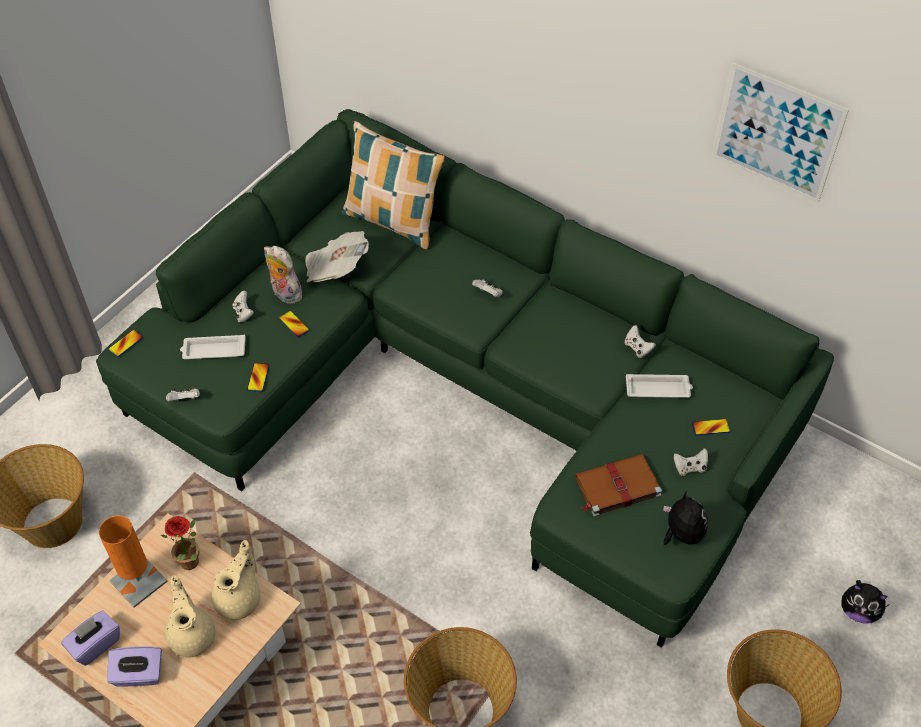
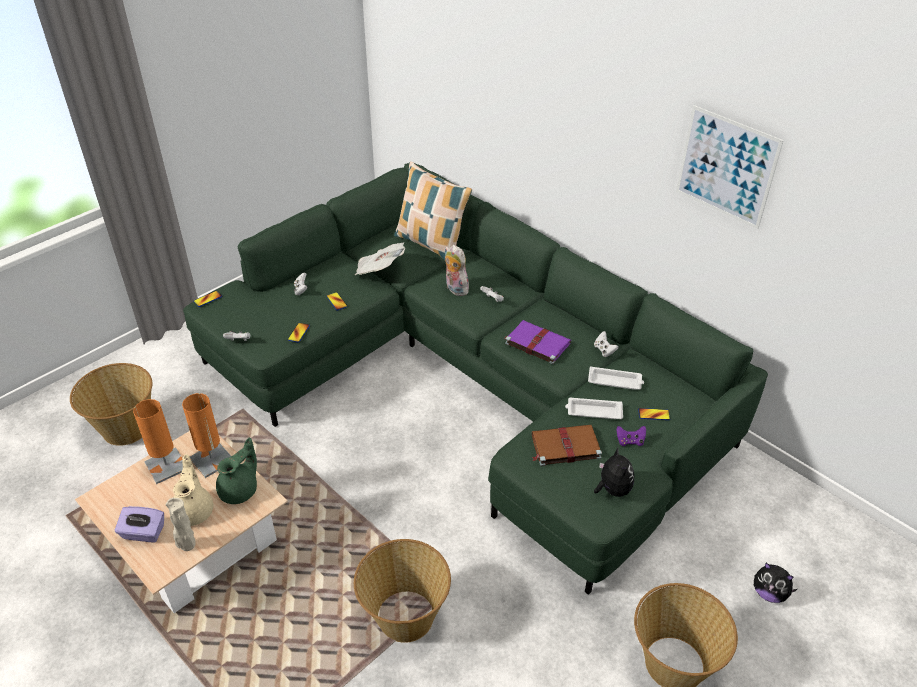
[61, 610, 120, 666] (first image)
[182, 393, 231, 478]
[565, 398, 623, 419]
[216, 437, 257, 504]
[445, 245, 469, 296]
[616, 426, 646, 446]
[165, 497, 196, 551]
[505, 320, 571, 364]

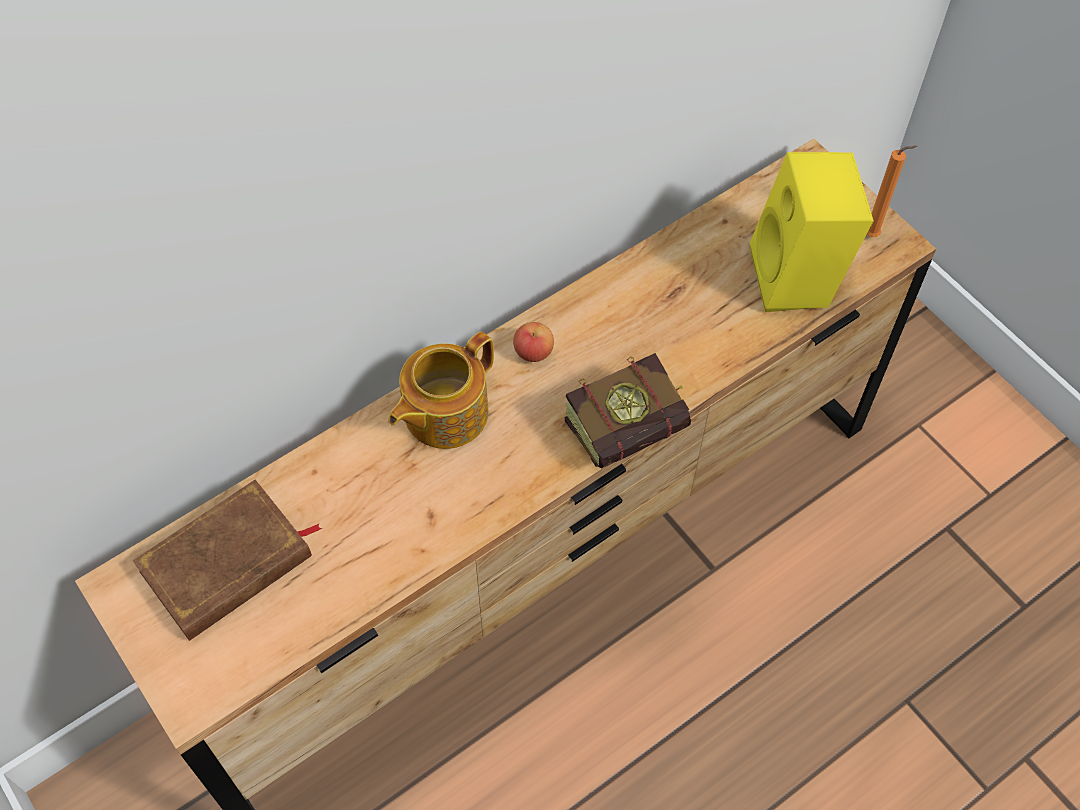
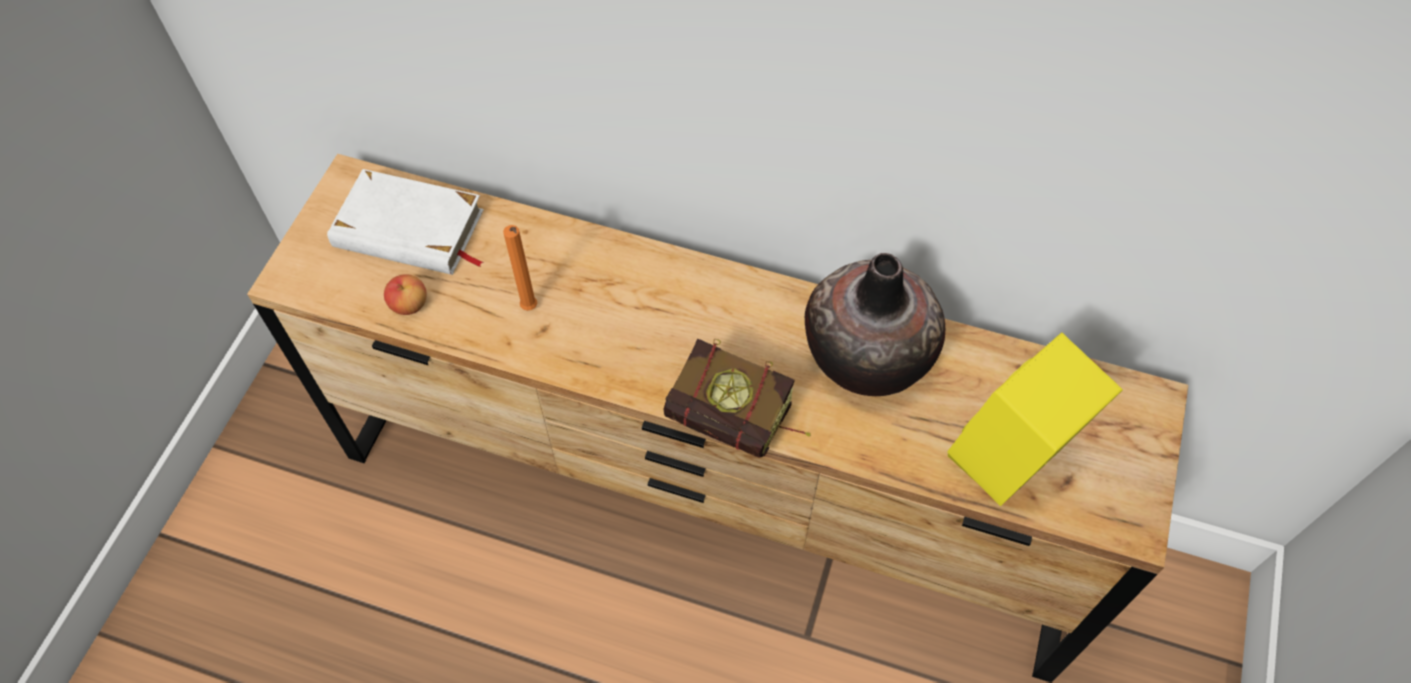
[327, 169, 484, 275]
[388, 332, 494, 449] (first image)
[384, 274, 427, 315]
[503, 225, 537, 311]
[805, 253, 945, 396]

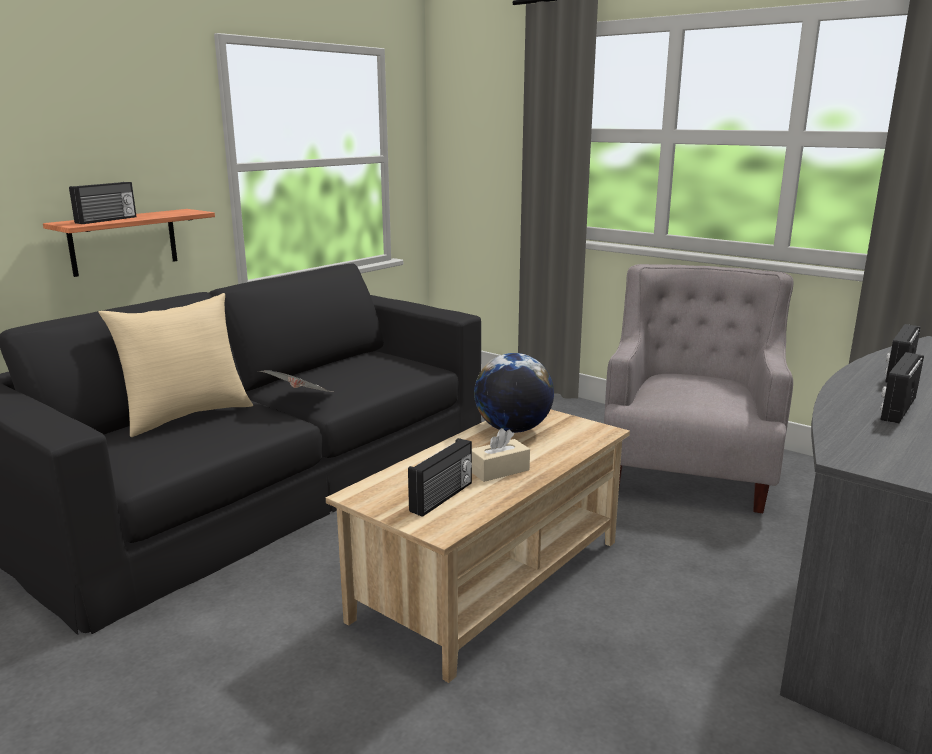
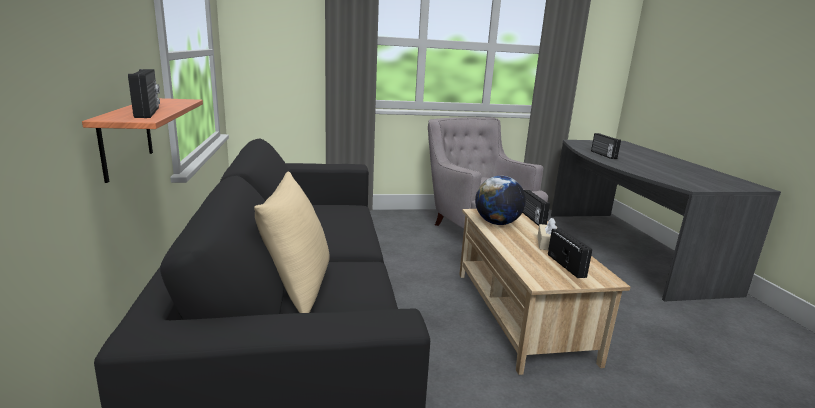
[258, 370, 331, 392] (first image)
[522, 190, 550, 226]

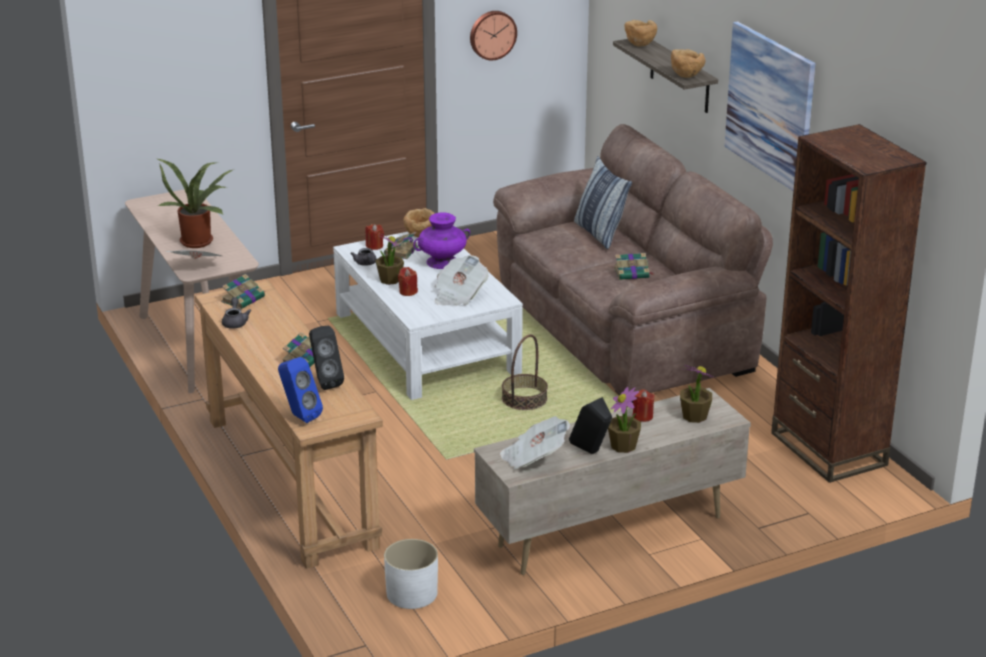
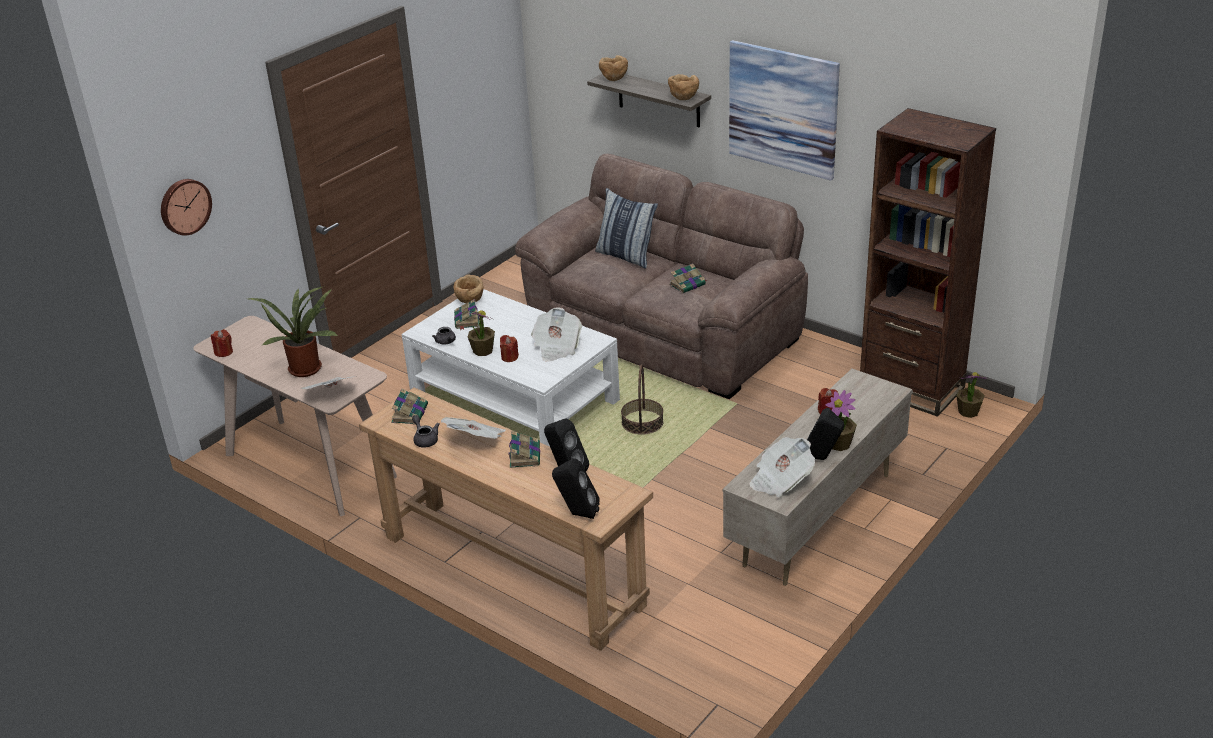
[552, 458, 600, 519]
[211, 329, 233, 357]
[384, 539, 438, 609] (first image)
[413, 212, 470, 269] (first image)
[161, 179, 212, 236]
[956, 372, 986, 418]
[441, 417, 506, 439]

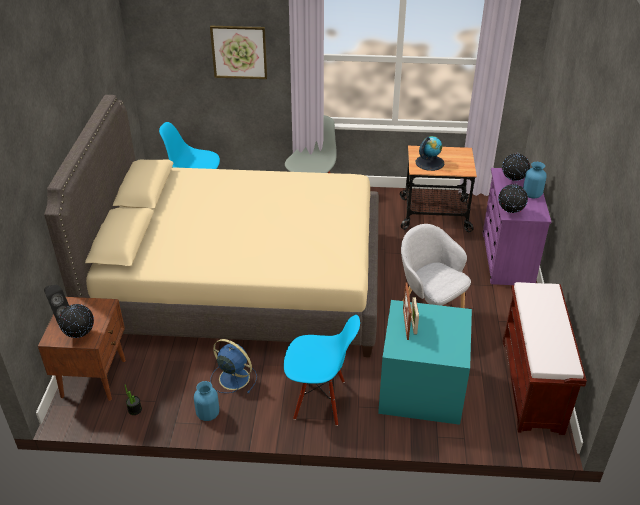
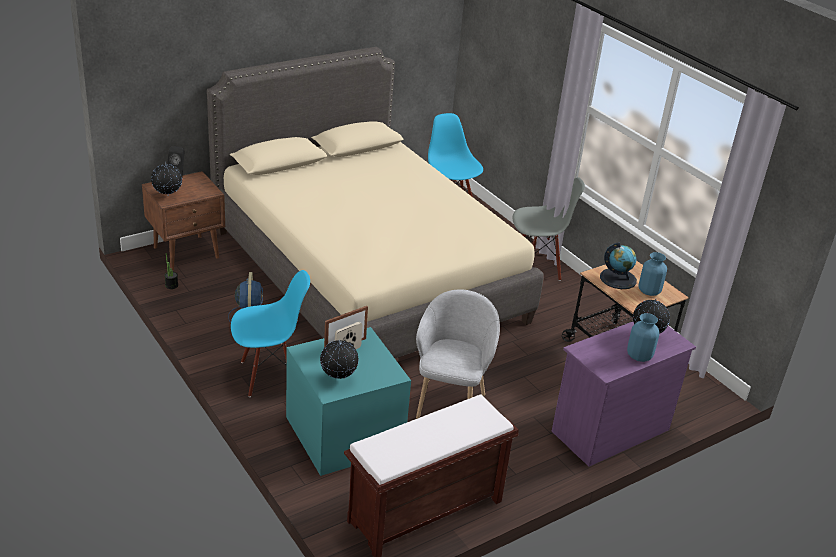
[638, 252, 667, 296]
[210, 26, 267, 79] (first image)
[231, 270, 310, 397]
[320, 340, 359, 379]

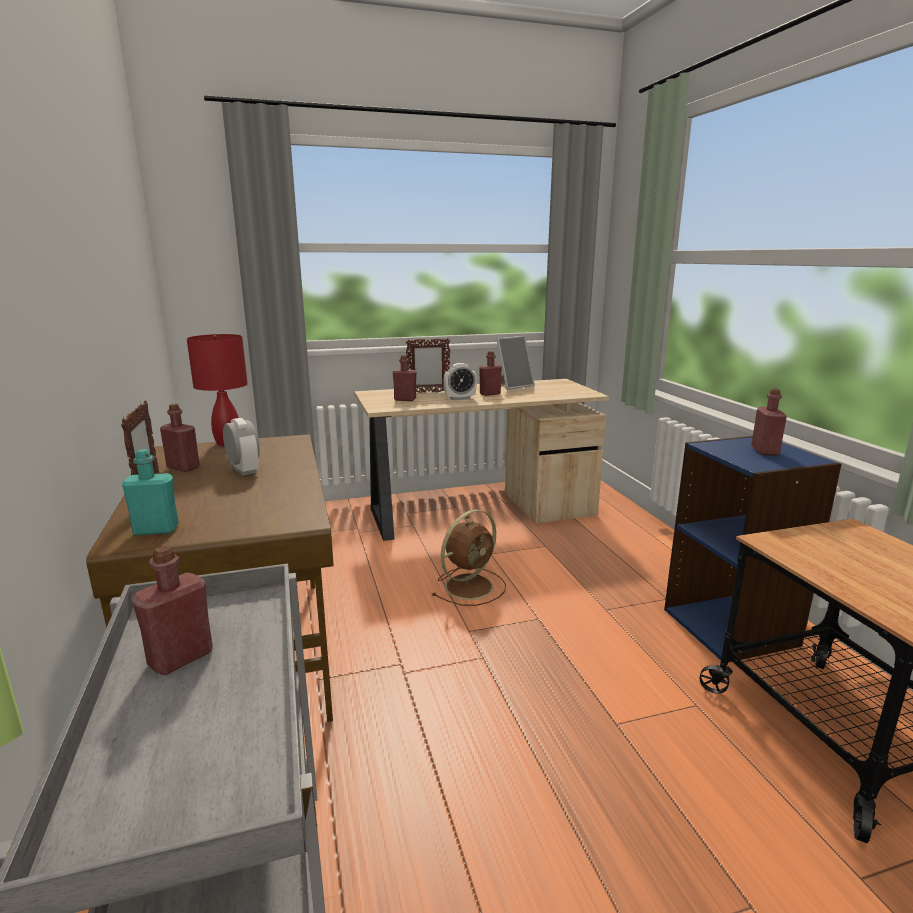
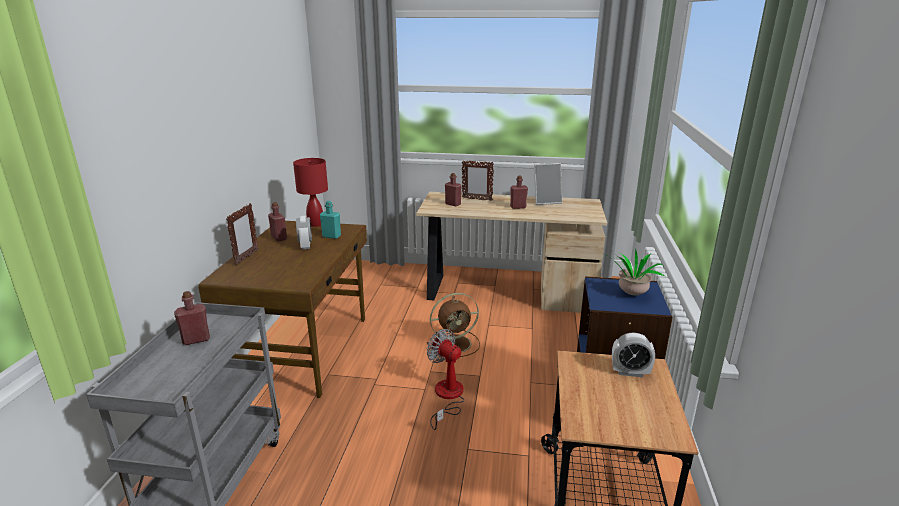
[320, 201, 341, 239]
[612, 333, 655, 377]
[605, 249, 665, 295]
[427, 329, 465, 430]

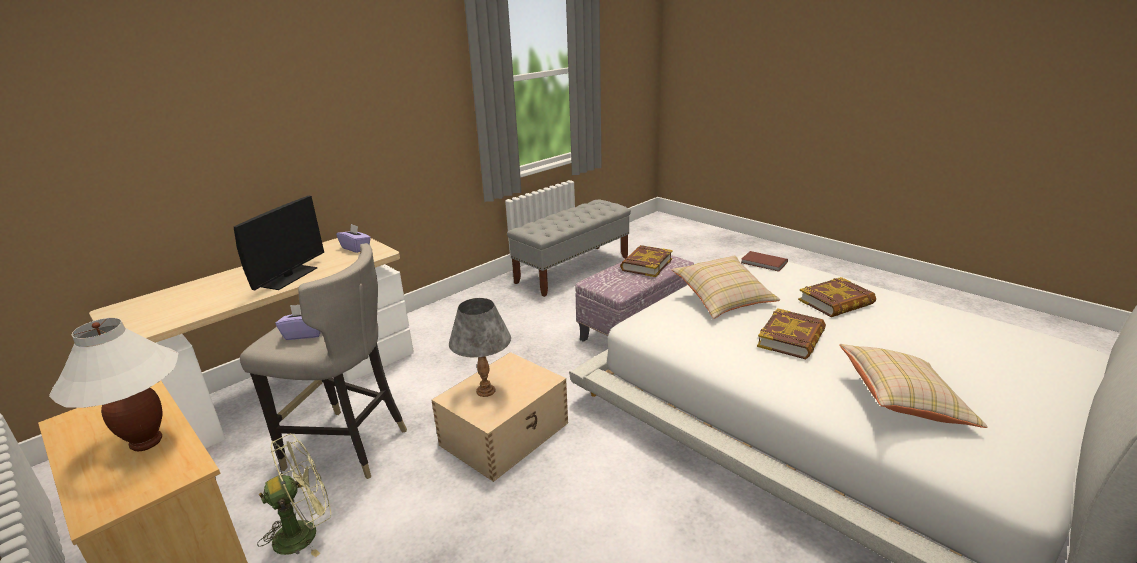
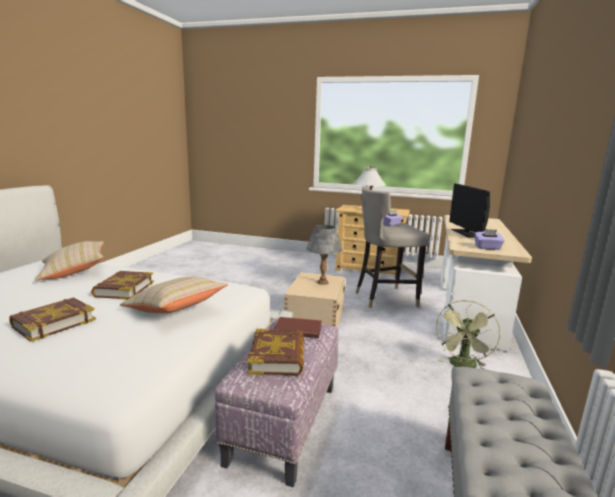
[435, 300, 501, 369]
[274, 317, 322, 338]

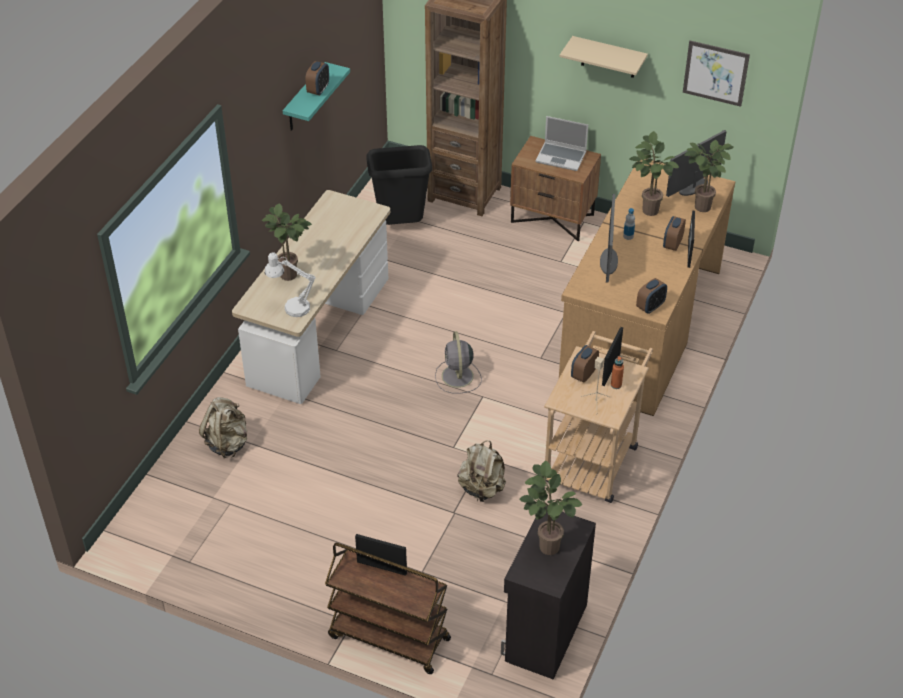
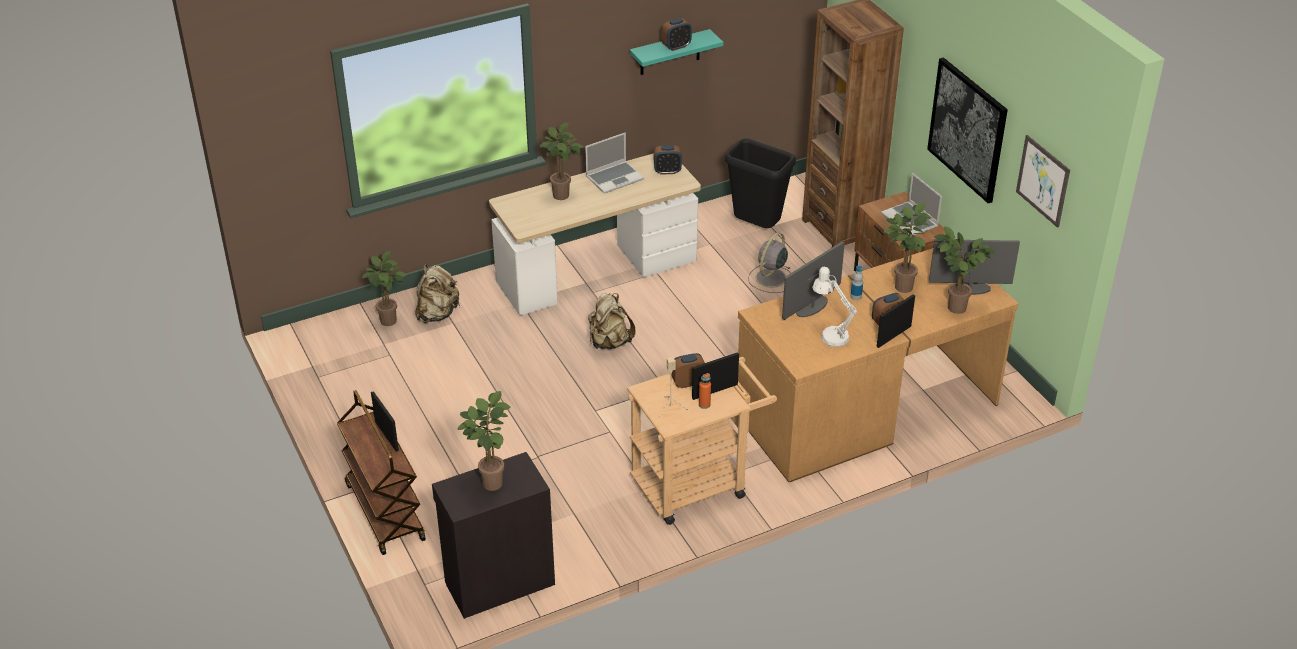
[812, 267, 857, 347]
[748, 233, 790, 293]
[588, 293, 635, 349]
[927, 57, 1008, 203]
[654, 145, 682, 175]
[362, 251, 406, 326]
[585, 133, 644, 194]

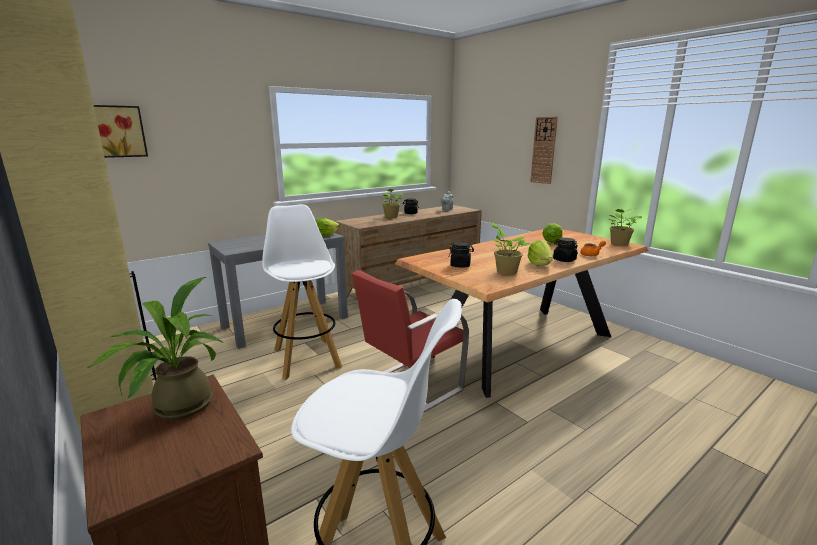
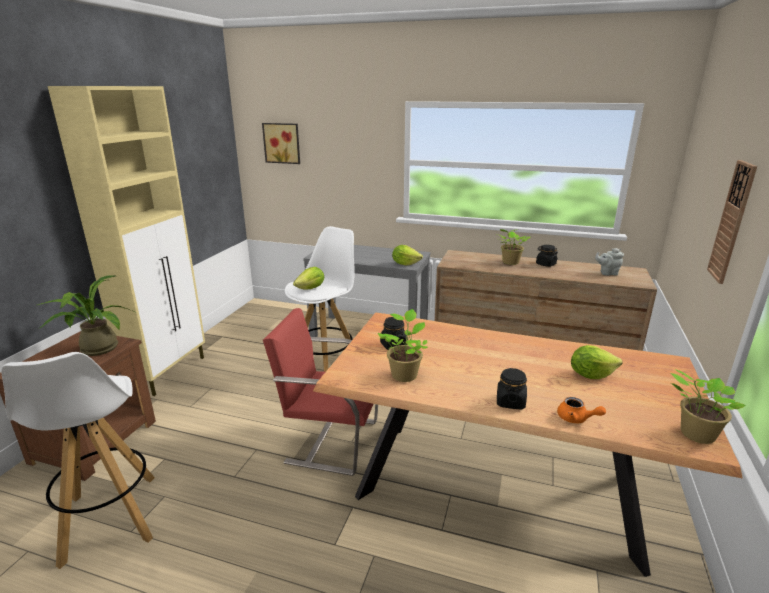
[293, 267, 324, 289]

